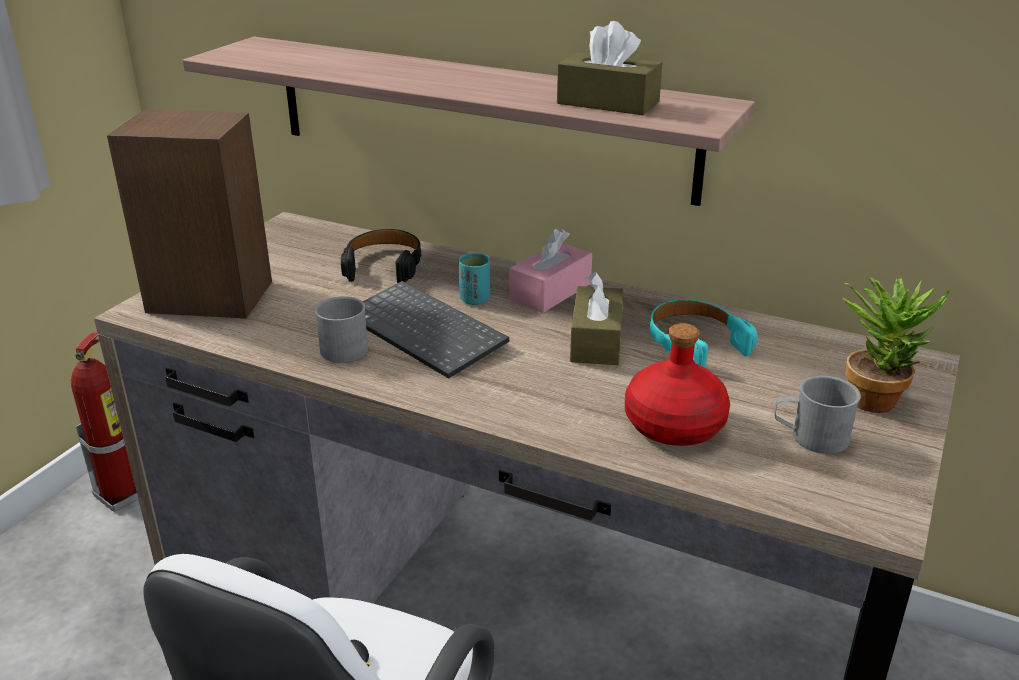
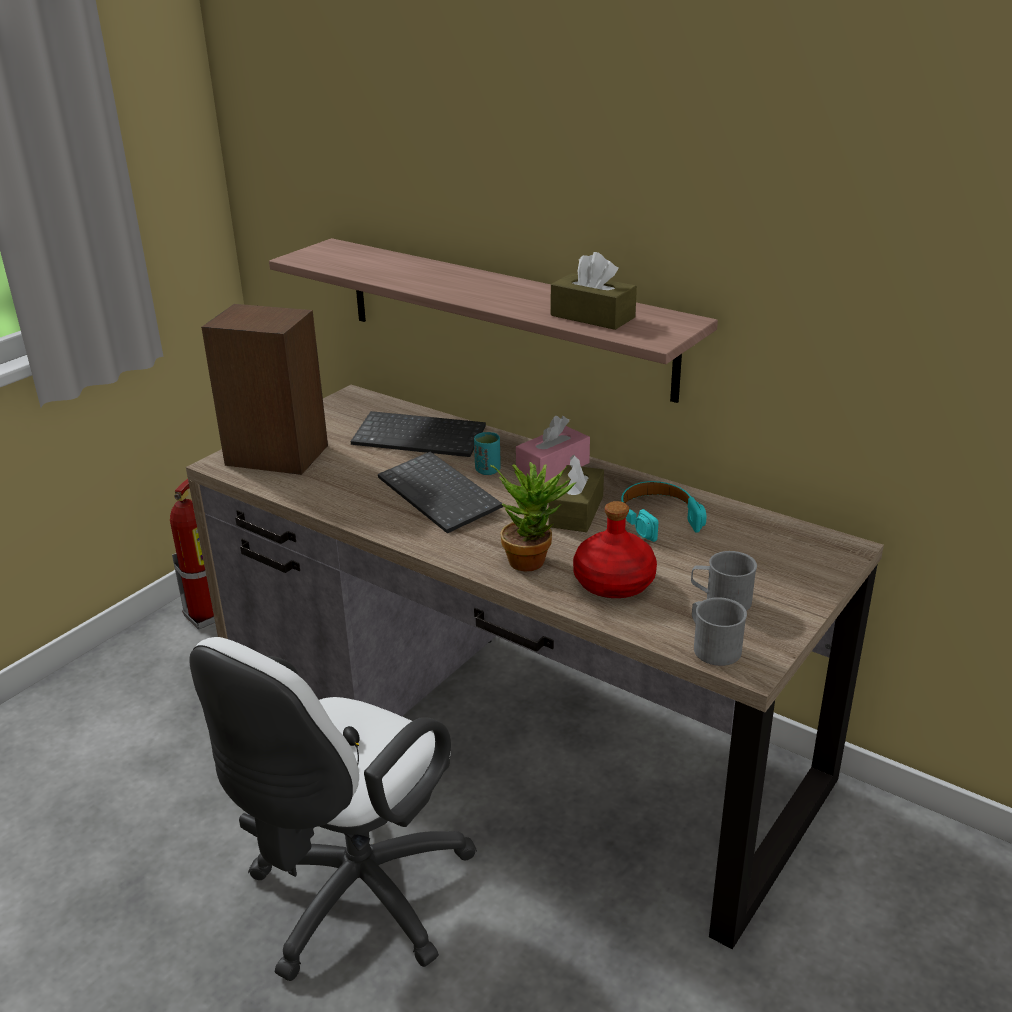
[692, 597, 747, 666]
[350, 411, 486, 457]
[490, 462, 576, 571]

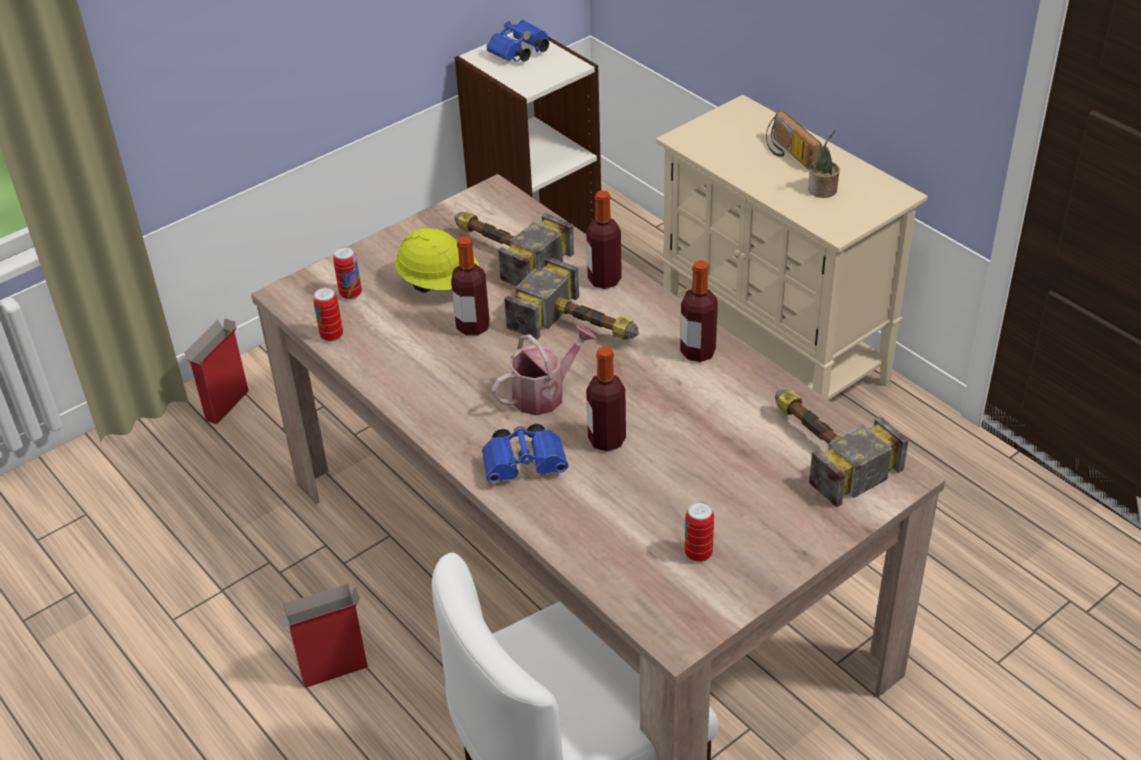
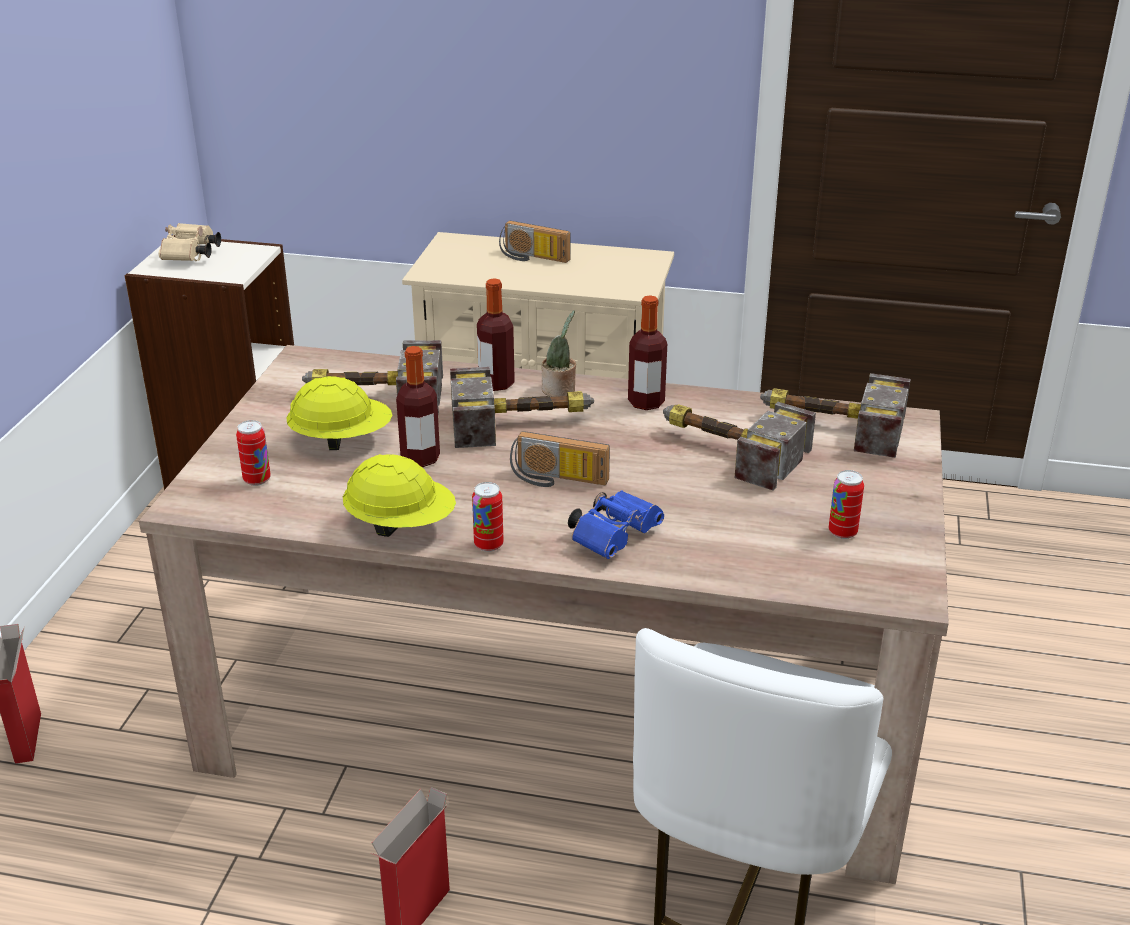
[472, 482, 504, 552]
[159, 223, 221, 261]
[510, 431, 610, 487]
[586, 346, 626, 451] (first image)
[541, 310, 576, 397]
[343, 454, 456, 537]
[663, 402, 816, 490]

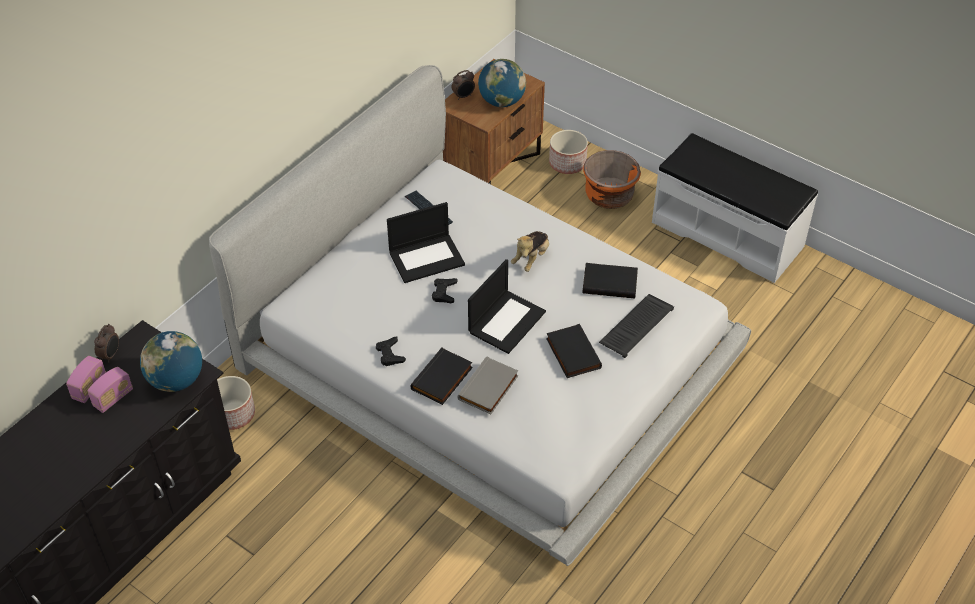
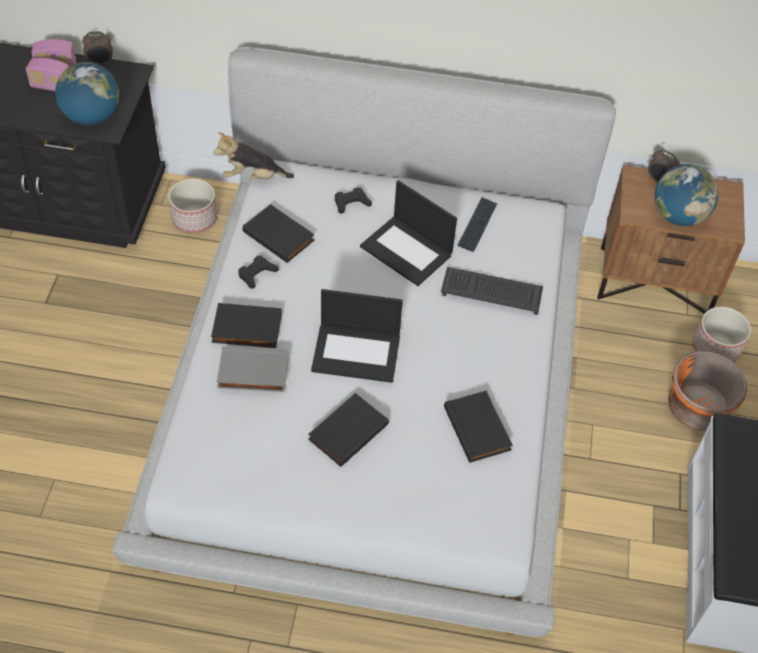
[335, 187, 372, 214]
[214, 132, 294, 179]
[441, 267, 543, 315]
[242, 204, 314, 263]

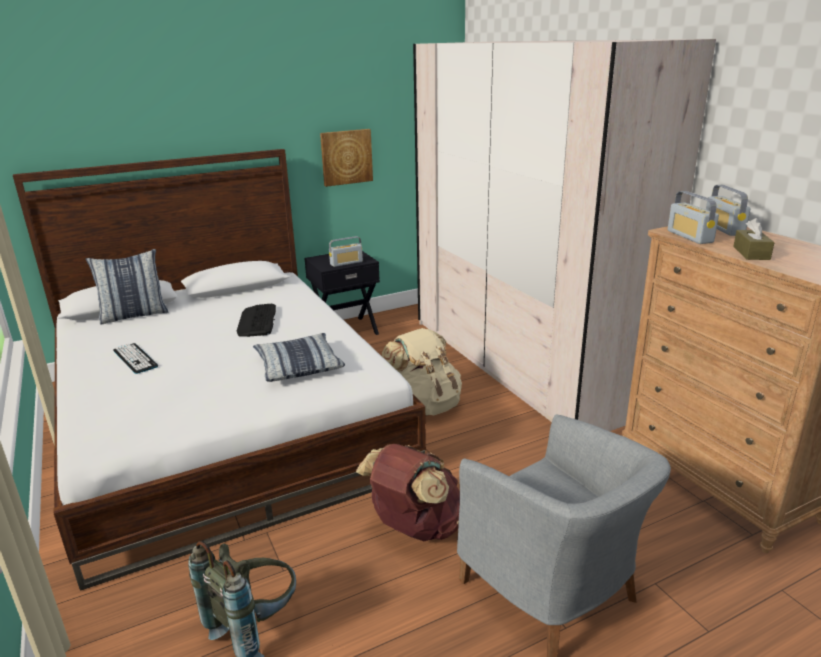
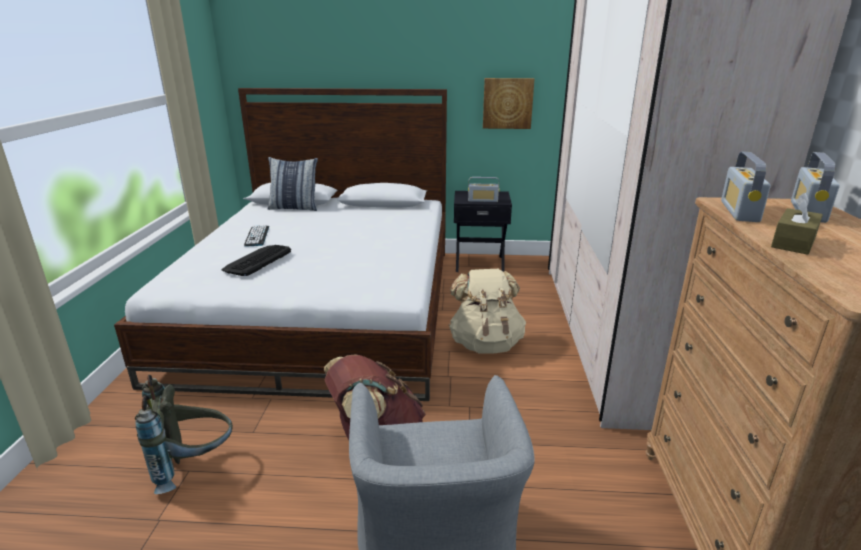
[221, 245, 291, 276]
[253, 333, 345, 382] (first image)

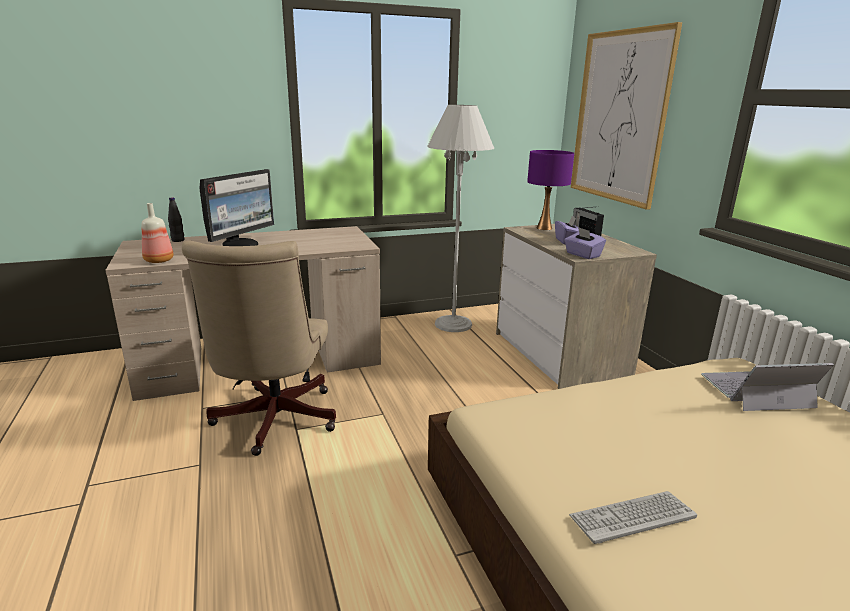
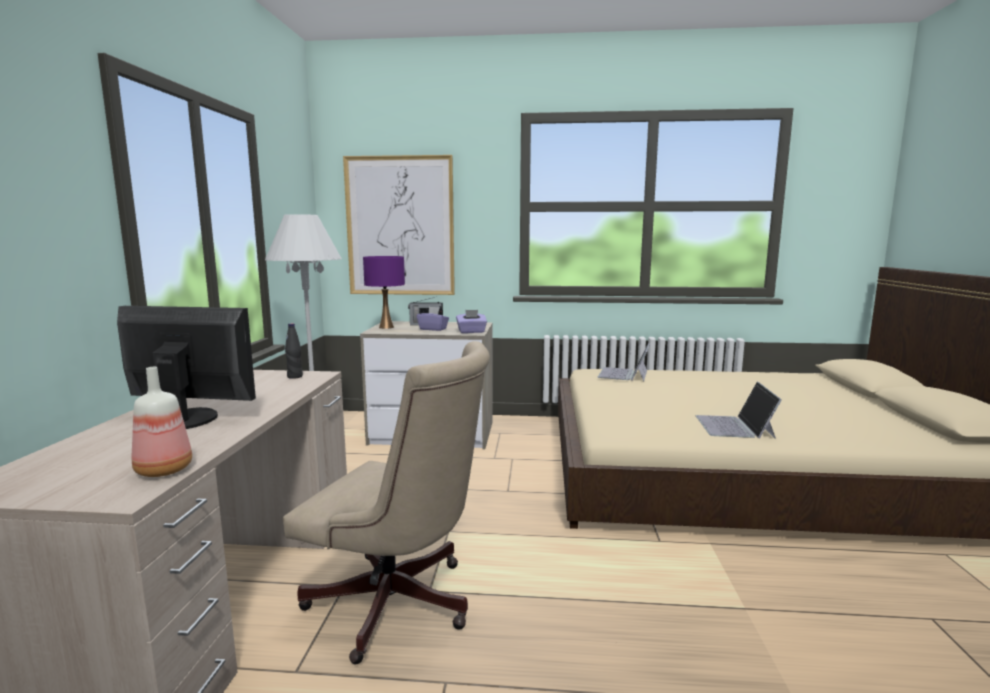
[285, 323, 303, 379]
[117, 306, 256, 429]
[696, 382, 782, 439]

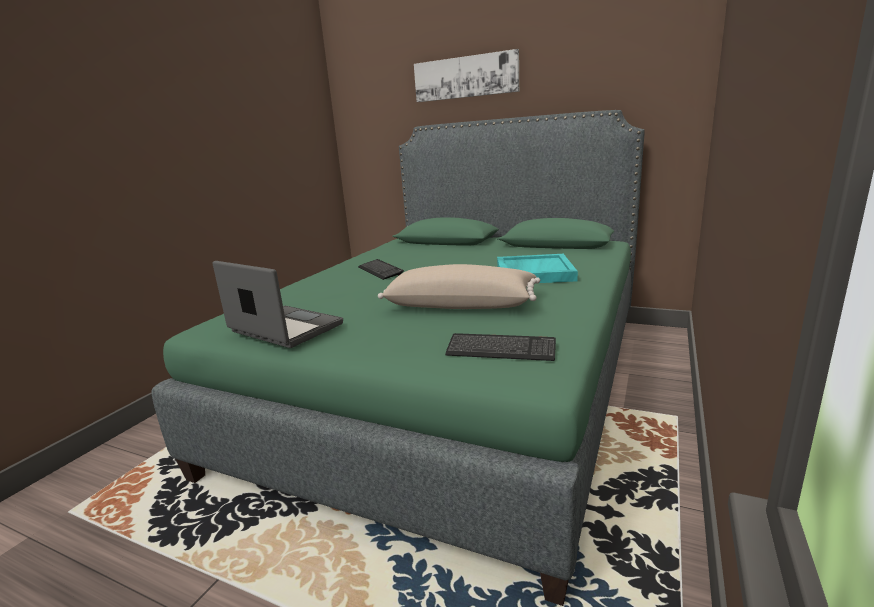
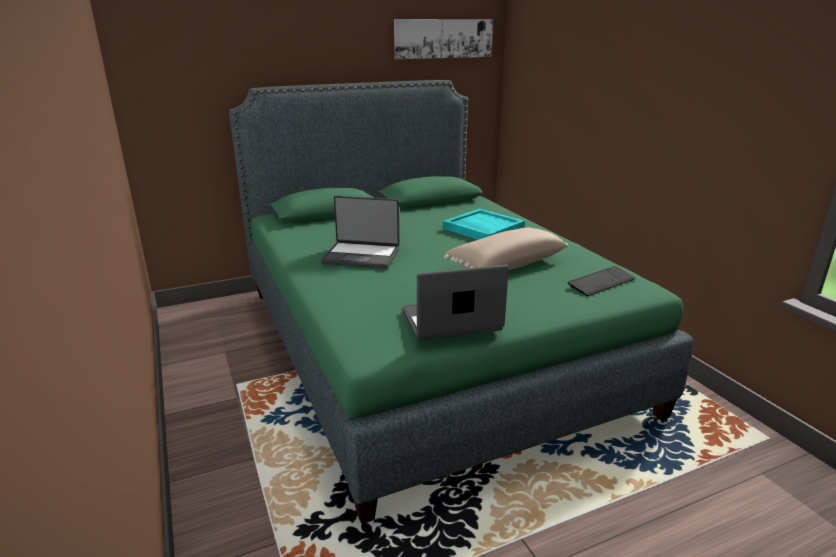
[321, 196, 400, 269]
[394, 19, 493, 59]

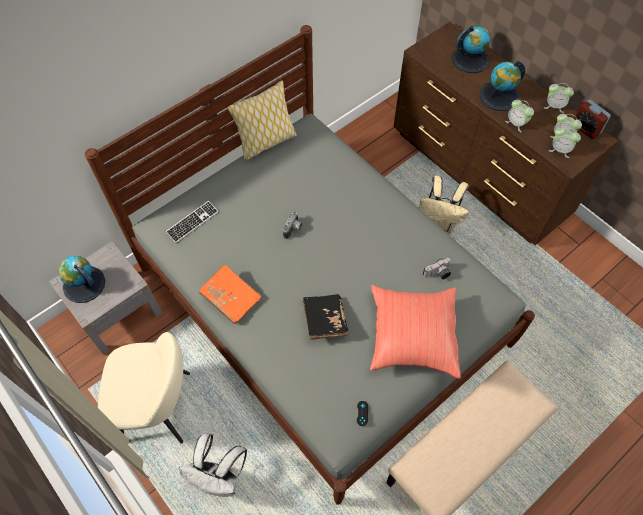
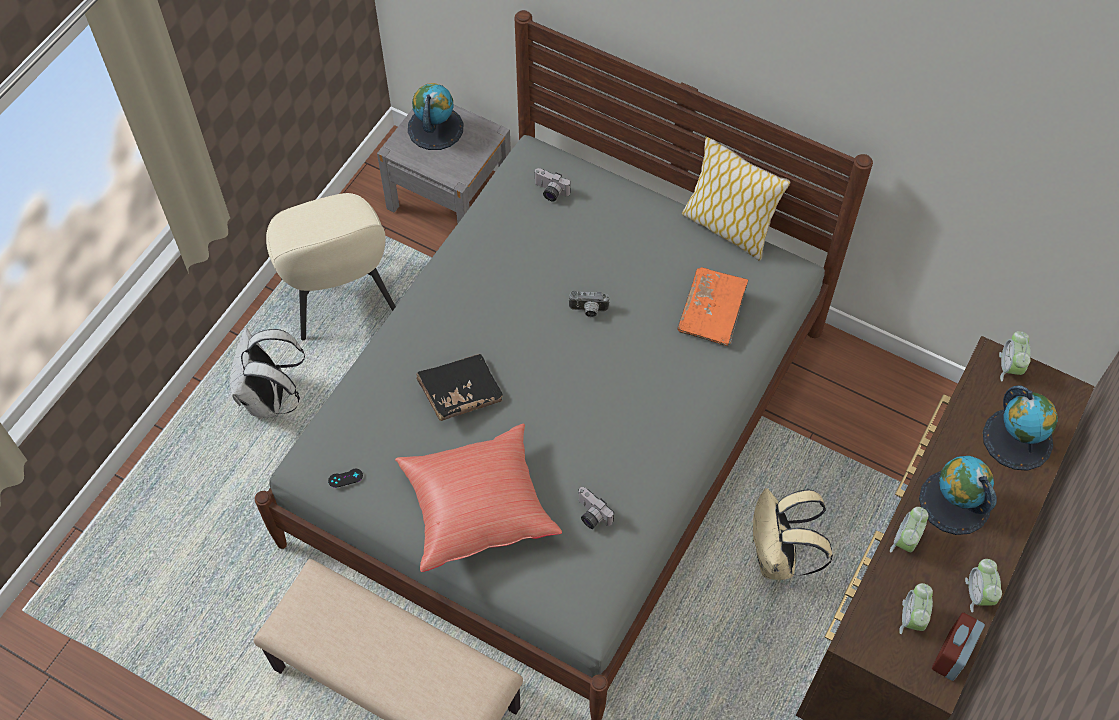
[535, 168, 570, 201]
[677, 267, 749, 346]
[999, 331, 1031, 381]

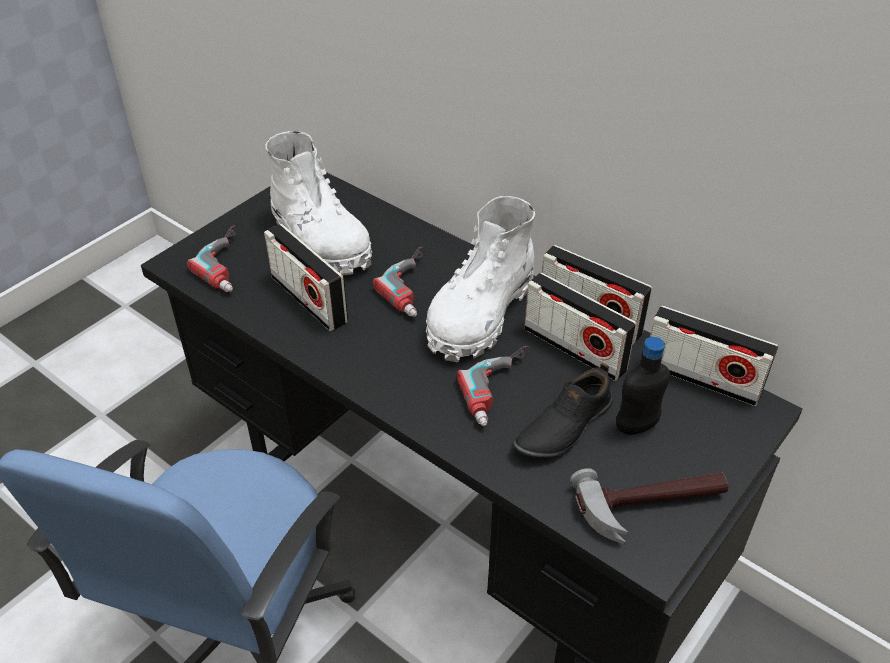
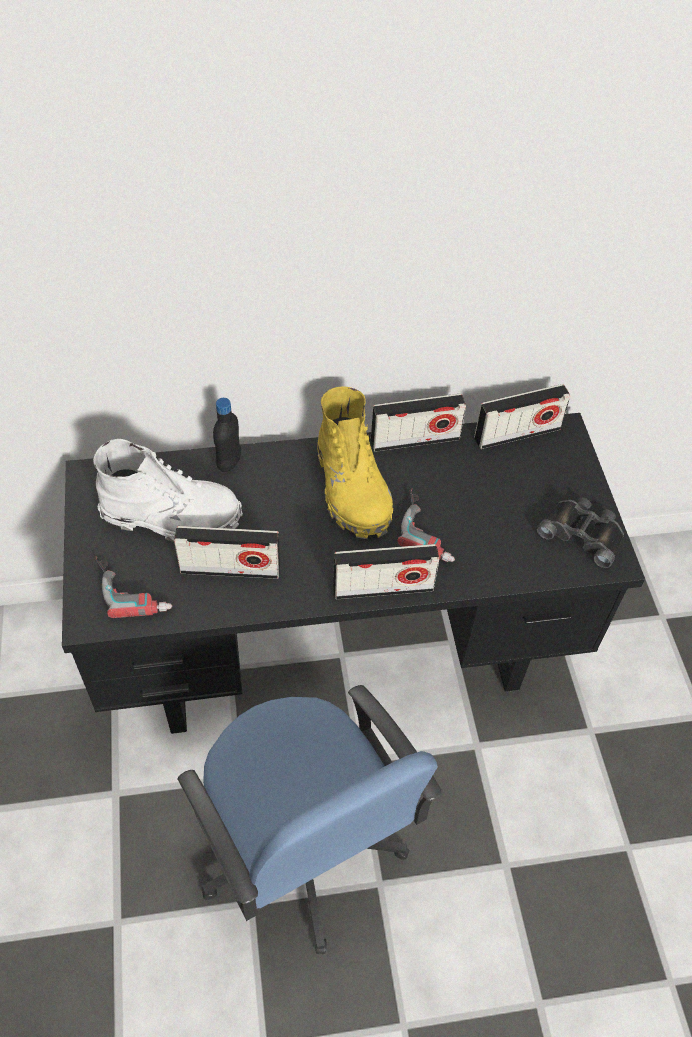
[373, 247, 423, 317] (first image)
[317, 387, 393, 539]
[513, 363, 613, 459] (first image)
[333, 544, 439, 599]
[536, 498, 624, 568]
[213, 398, 241, 472]

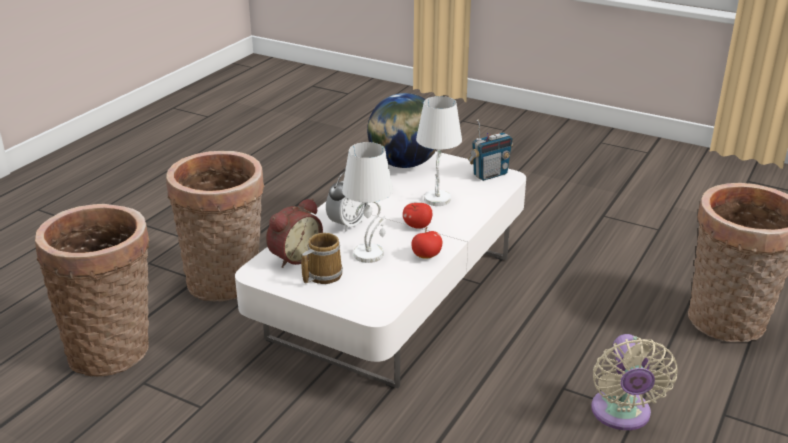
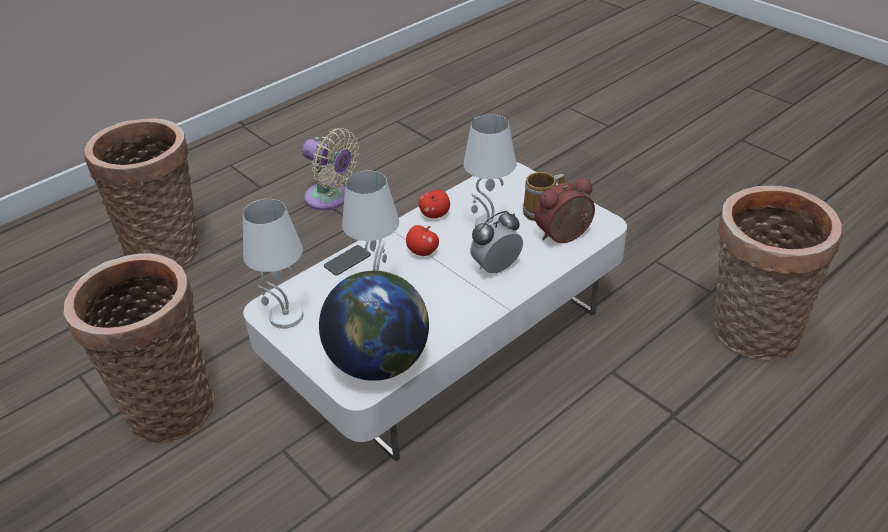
[63, 253, 214, 443]
[243, 199, 304, 329]
[302, 128, 359, 210]
[324, 245, 371, 275]

